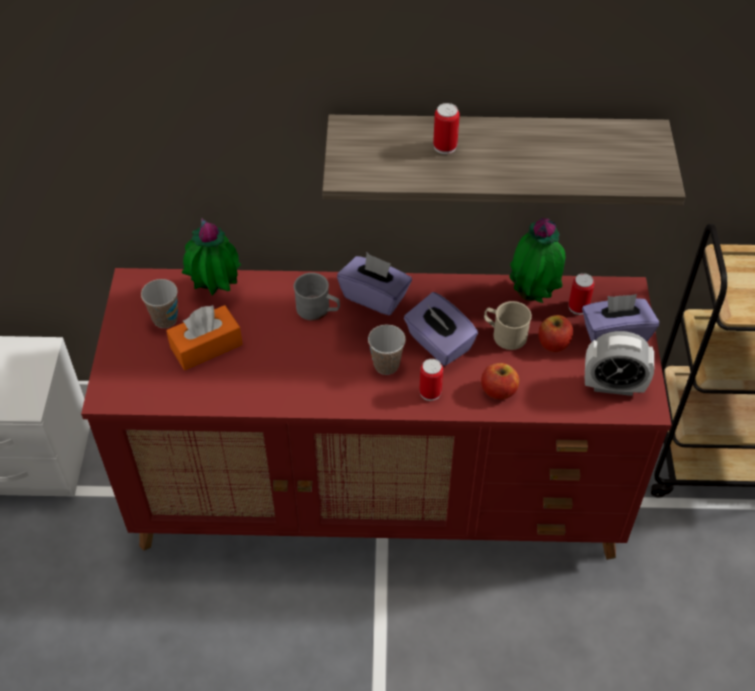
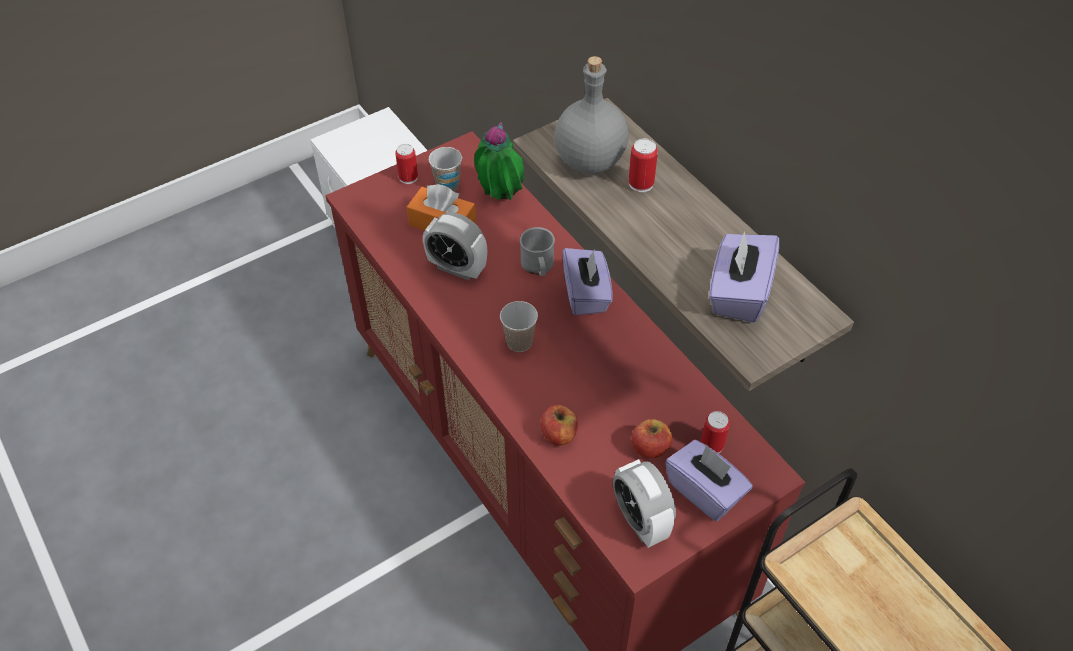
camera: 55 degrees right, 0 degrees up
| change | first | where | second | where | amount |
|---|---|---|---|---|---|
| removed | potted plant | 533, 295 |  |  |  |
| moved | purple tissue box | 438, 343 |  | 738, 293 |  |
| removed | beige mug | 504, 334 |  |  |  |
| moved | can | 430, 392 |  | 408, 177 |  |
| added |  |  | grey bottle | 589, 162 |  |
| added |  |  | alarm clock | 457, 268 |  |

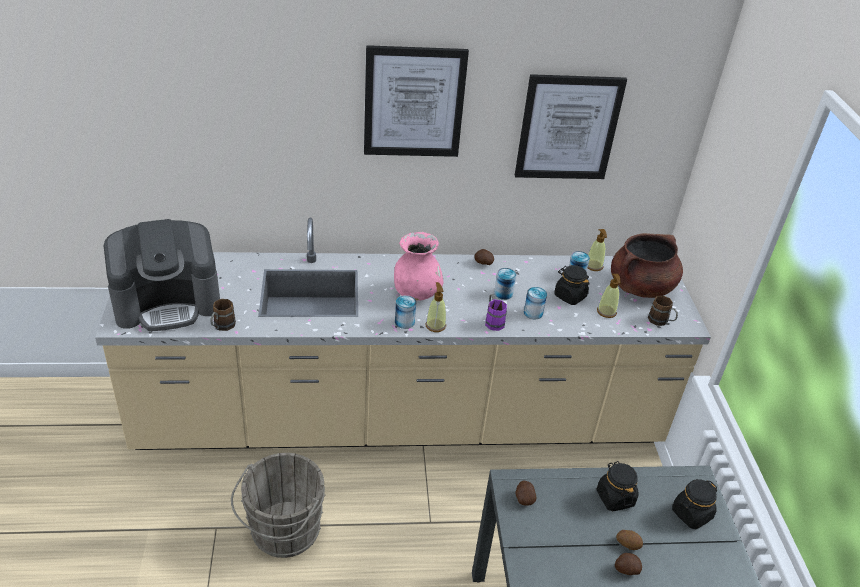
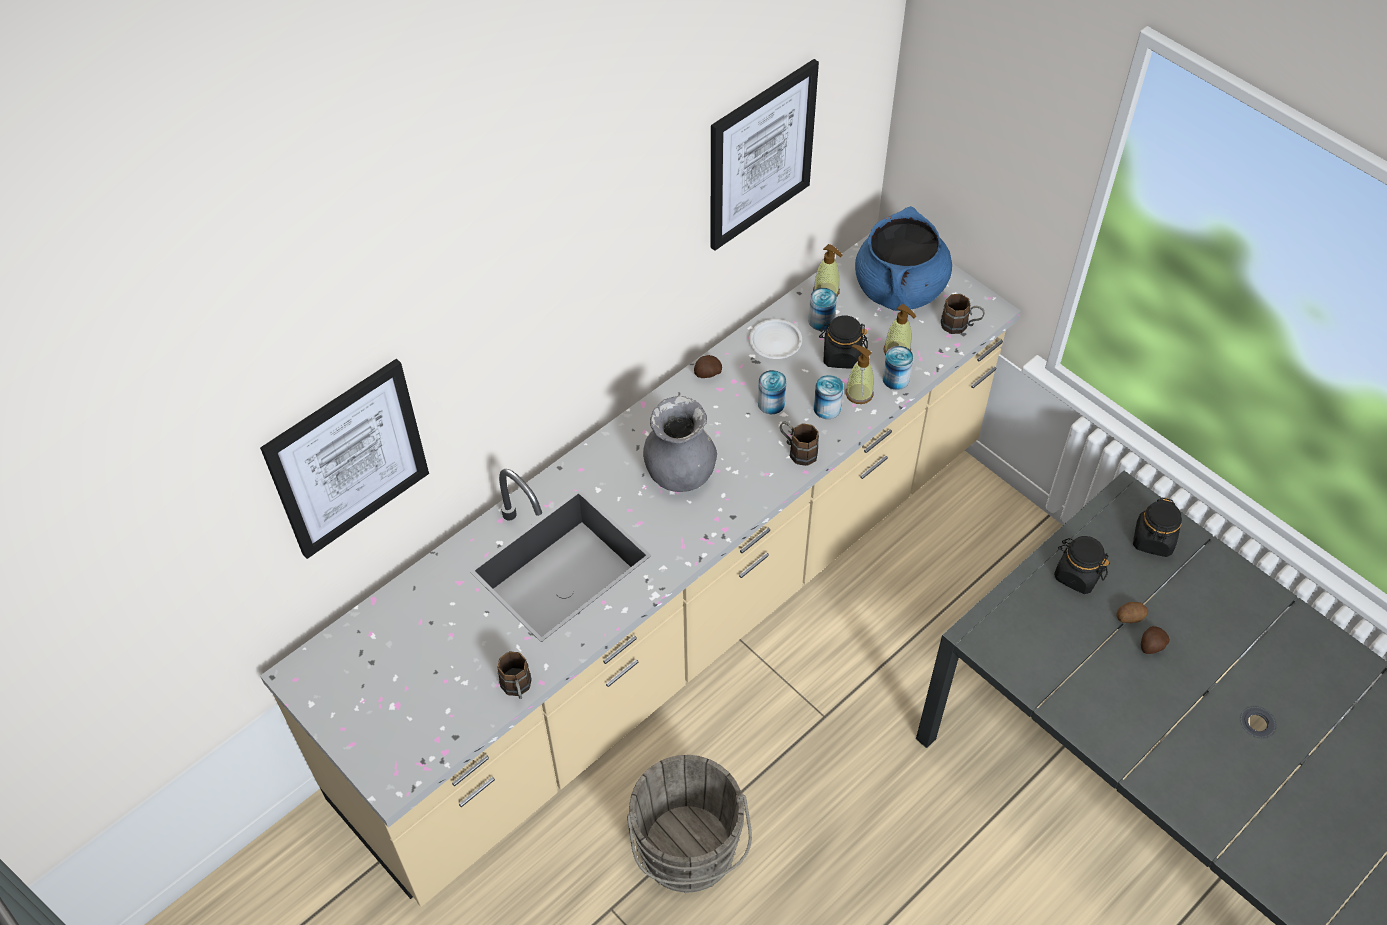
camera: 35 degrees left, 15 degrees up
| change | first | where | second | where | amount |
|---|---|---|---|---|---|
| moved | picture | 414, 102 |  | 348, 459 |  |
| removed | coffee machine | 168, 302 |  |  |  |
| recoloured | pink vase | 416, 293 | grey vase | 679, 473 |  |
| recoloured | brown cooking pot | 640, 287 | blue cooking pot | 900, 289 |  |
| moved | soap dispenser | 435, 325 |  | 859, 393 |  |
| recoloured | purple mug | 493, 320 | brown mug | 797, 451 |  |
| moved | can | 404, 322 |  | 895, 379 |  |
| removed | potato | 524, 498 |  |  |  |
| added |  |  | white plate | 775, 341 |  |

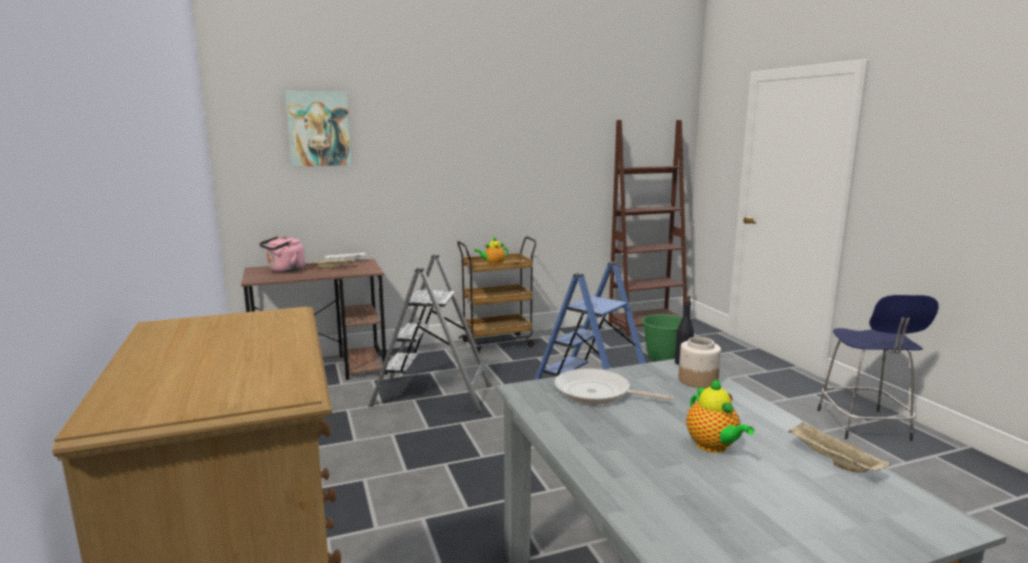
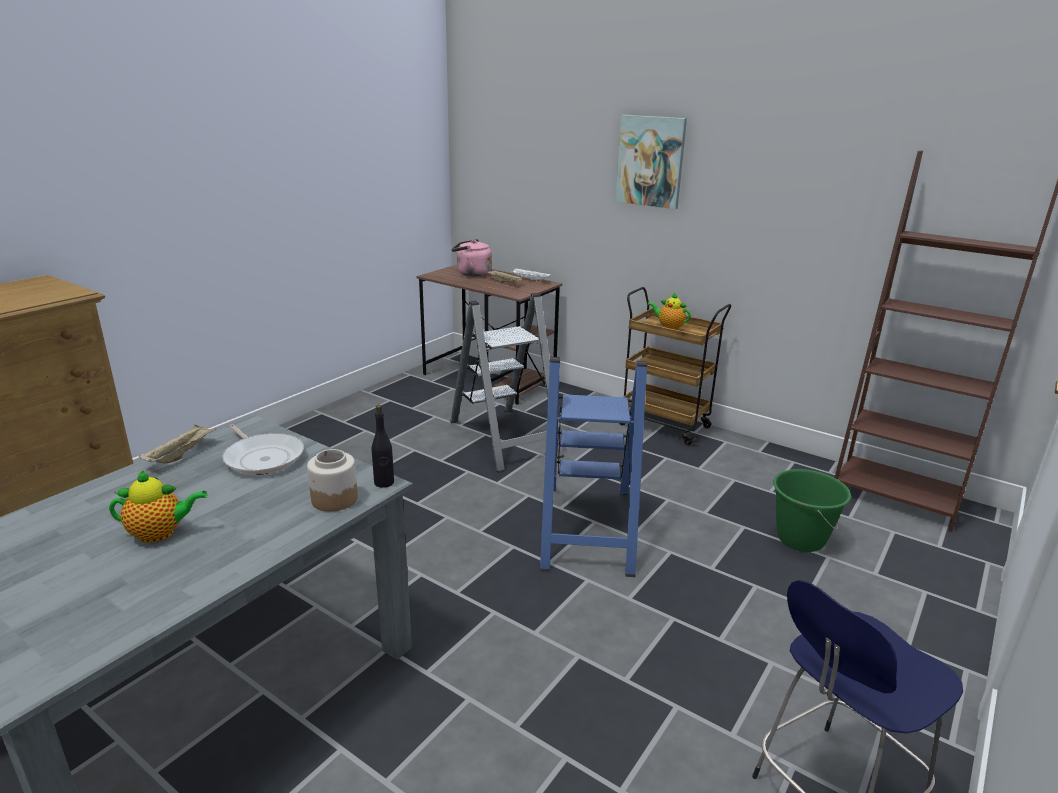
camera: 55 degrees right, 10 degrees up
| change | first | where | second | where | amount |
|---|---|---|---|---|---|
| moved | picture | 319, 129 |  | 650, 161 |  |
| turned | frying pan | 597, 393 |  | 263, 457 | 150 degrees clockwise |
| turned | teapot | 713, 447 |  | 161, 533 | 135 degrees counterclockwise |
| moved | beige tray | 832, 461 |  | 181, 454 |  |

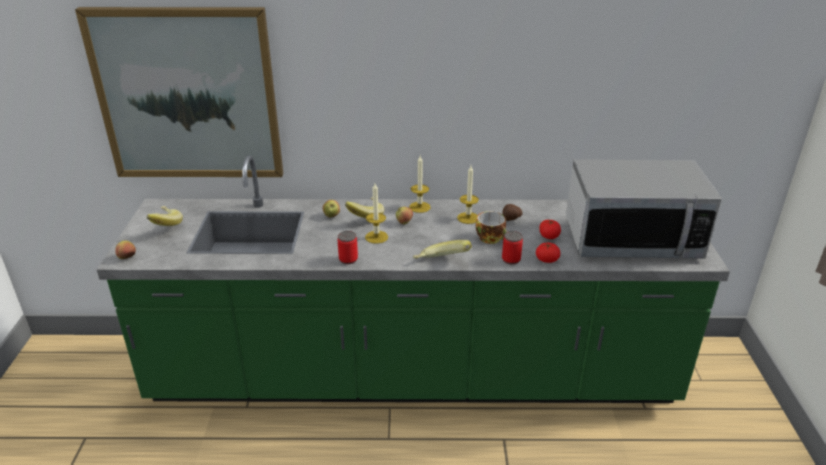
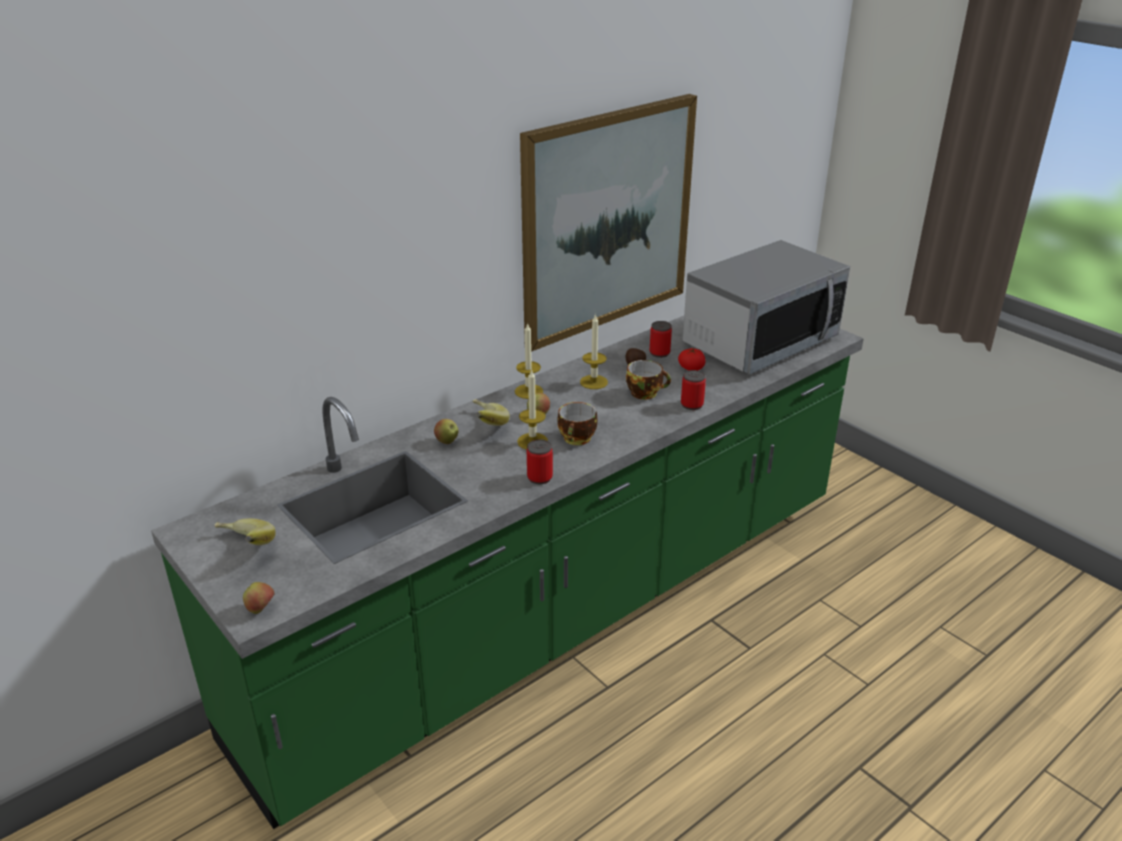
camera: 40 degrees left, 0 degrees up
| change | first | where | second | where | amount |
|---|---|---|---|---|---|
| moved | picture | 188, 95 |  | 607, 220 |  |
| removed | banana | 441, 263 |  |  |  |
| removed | tomato | 547, 259 |  |  |  |
| added |  |  | can | 659, 353 |  |
| added |  |  | cup | 577, 439 |  |

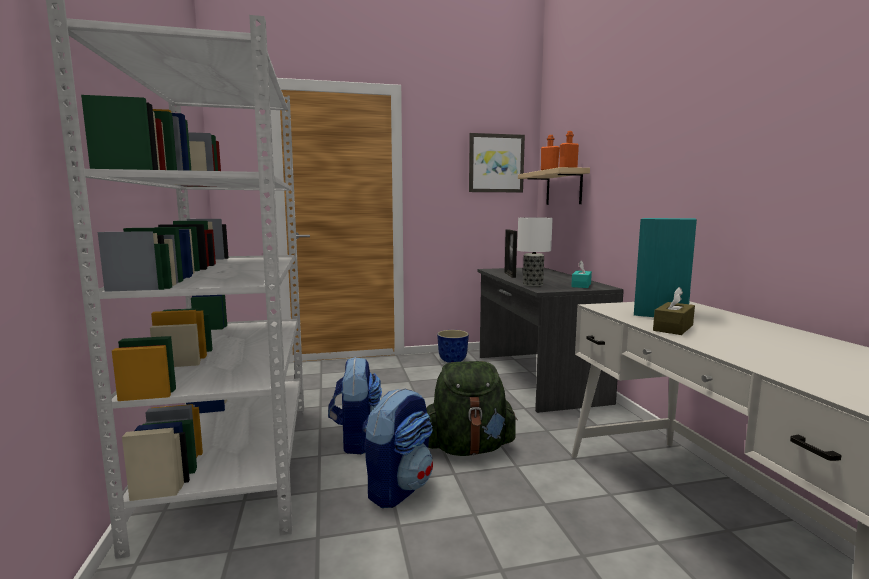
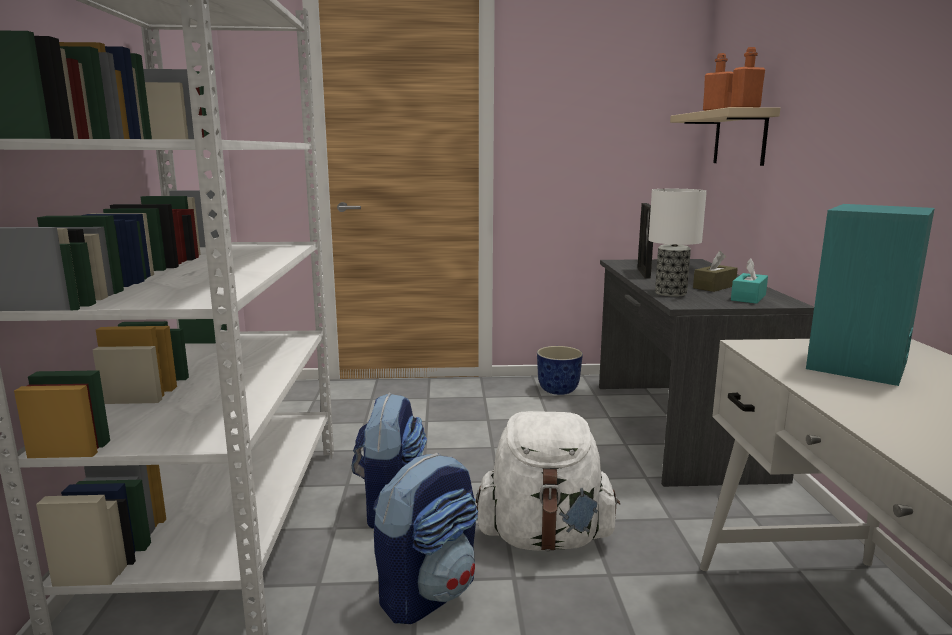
camera: 10 degrees right, 5 degrees up
| change | first | where | second | where | amount |
|---|---|---|---|---|---|
| removed | picture | 496, 163 |  |  |  |
| moved | brown tissue box | 673, 328 |  | 714, 287 |  |
| recoloured | green backpack | 468, 448 | white backpack | 545, 537 |  |

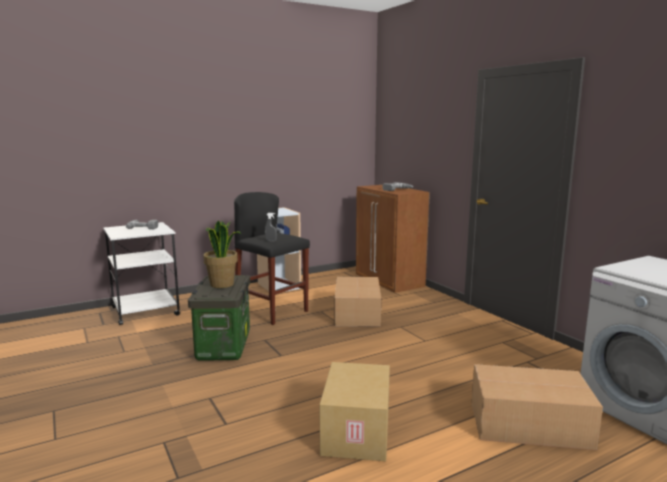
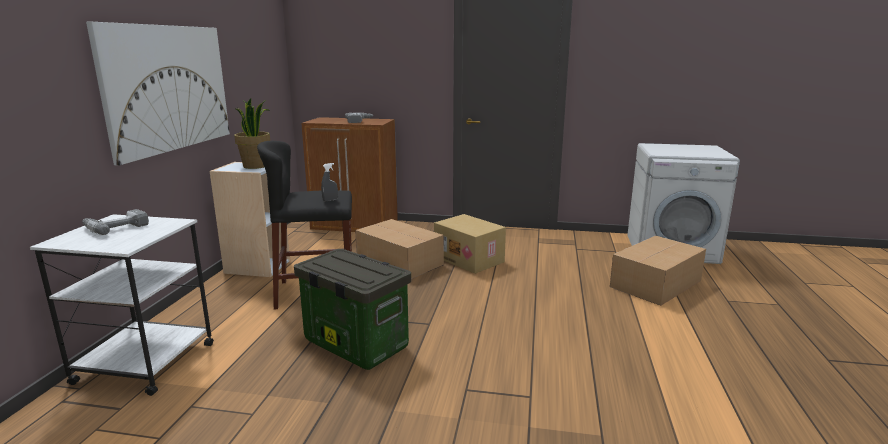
camera: 50 degrees left, 5 degrees up
| change | first | where | second | where | amount |
|---|---|---|---|---|---|
| moved | potted plant | 222, 284 |  | 256, 166 |  |
| moved | cardboard box | 358, 432 |  | 470, 259 |  |
| added |  |  | picture | 168, 88 |  |

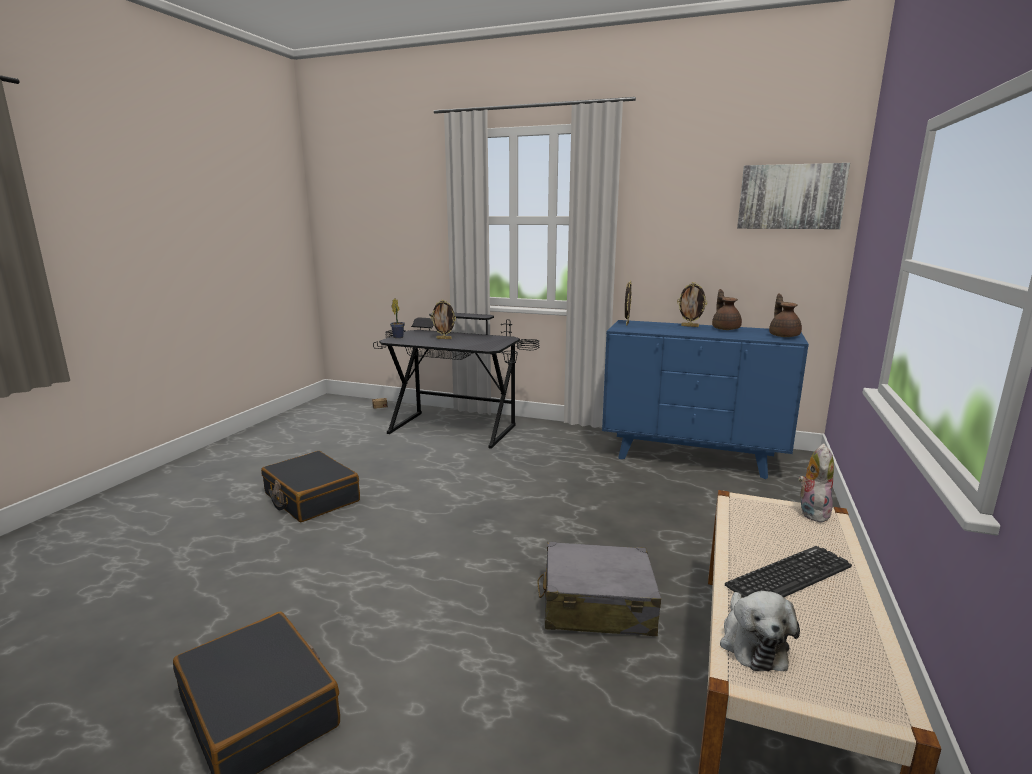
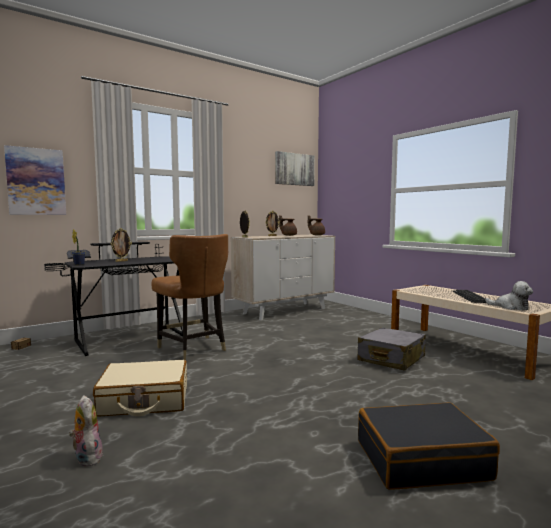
camera: 55 degrees left, 10 degrees down
| change | first | where | second | where | amount |
|---|---|---|---|---|---|
| recoloured | blue dresser | 691, 457 | white dresser | 284, 311 |  |
| moved | plush toy | 811, 512 |  | 86, 457 |  |
| recoloured | black suitcase | 311, 498 | beige suitcase | 144, 400 |  |
| added |  |  | picture | 36, 181 |  |
| added |  |  | brown chair | 193, 348 |  |

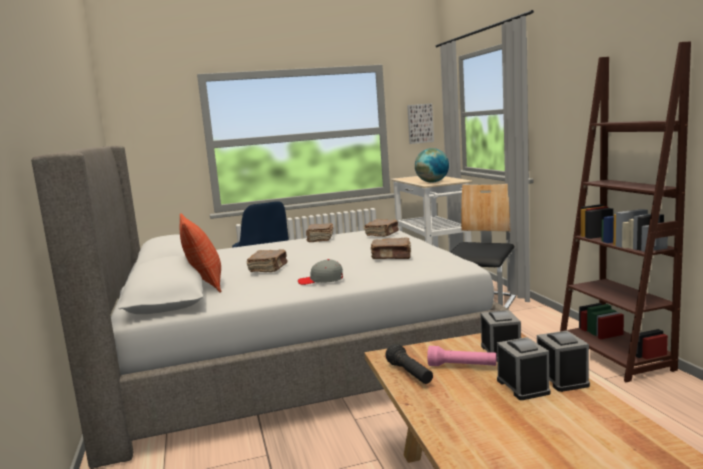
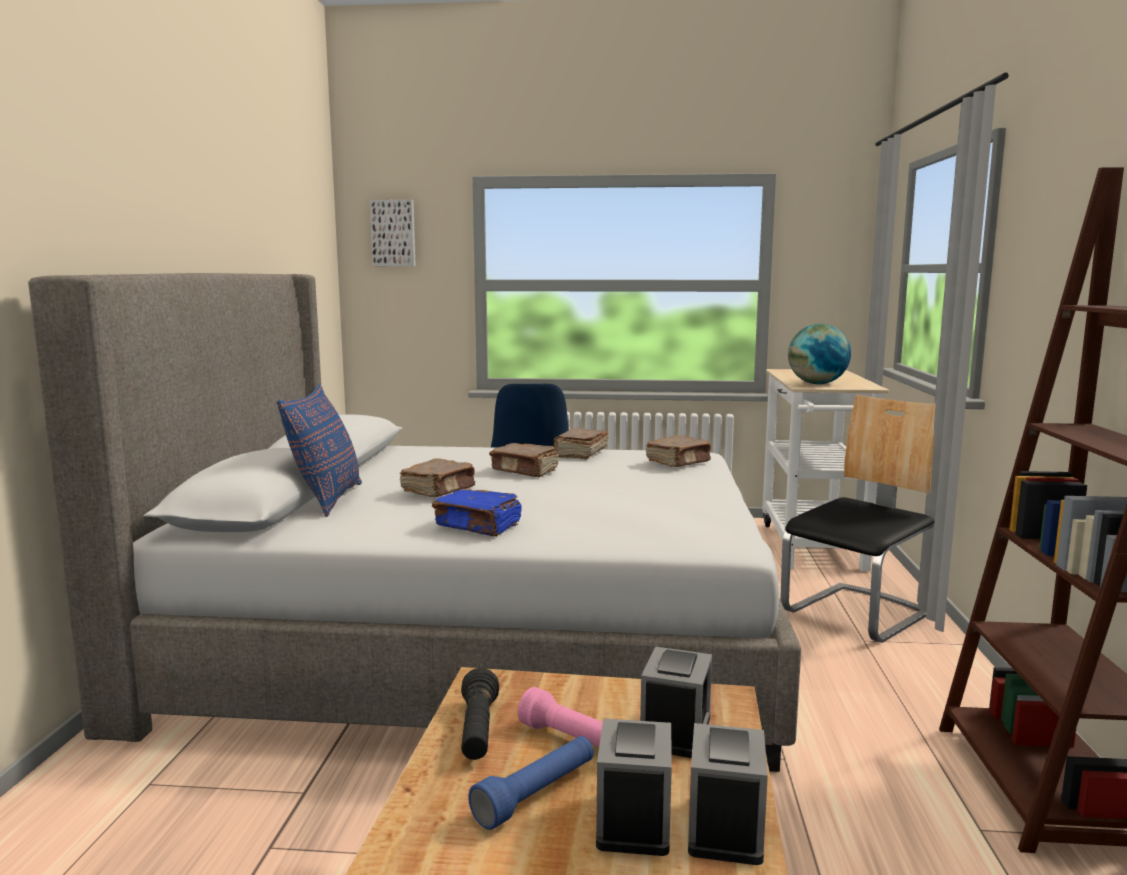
camera: 20 degrees right, 0 degrees up
| change | first | where | second | where | amount |
|---|---|---|---|---|---|
| moved | picture | 420, 123 |  | 393, 233 |  |
| recoloured | orange pillow | 205, 285 | blue pillow | 327, 500 |  |
| moved | brown book | 392, 257 |  | 525, 471 |  |
| replaced | grey cap | 321, 280 | blue book | 478, 526 |  |
| added |  |  | blue flashlight | 536, 795 |  |

